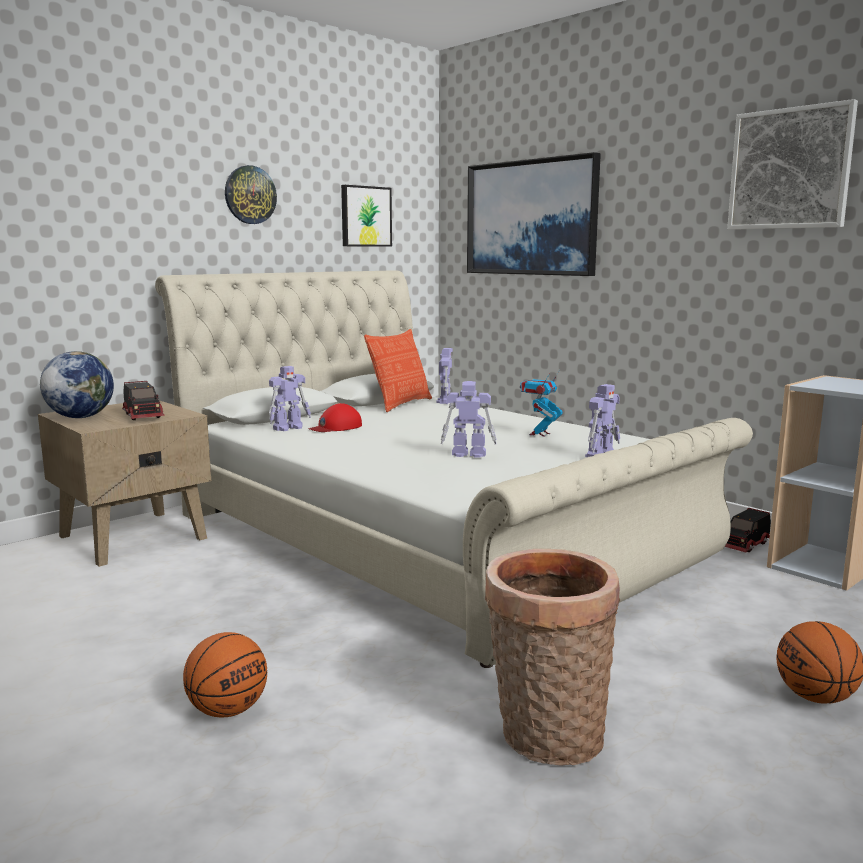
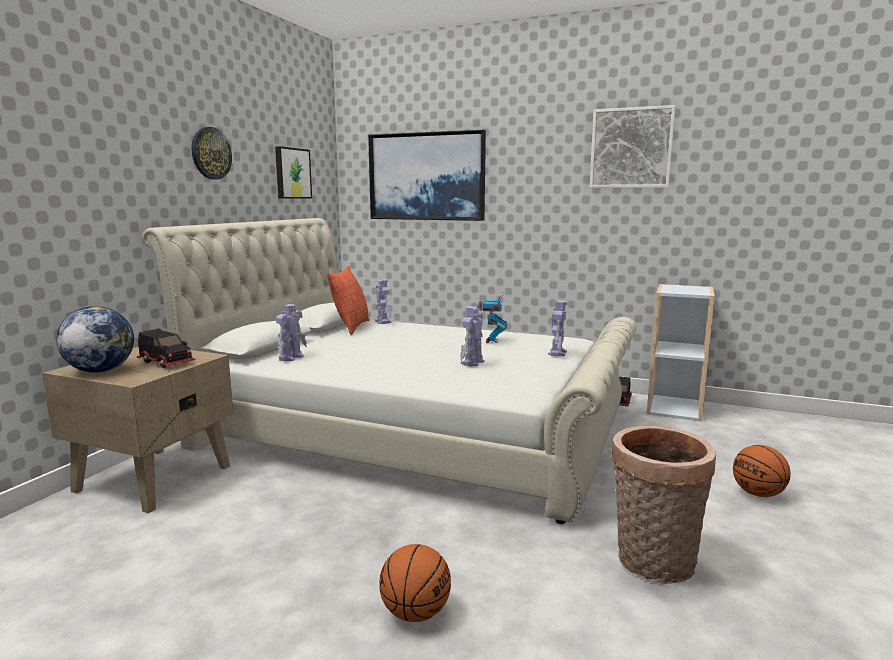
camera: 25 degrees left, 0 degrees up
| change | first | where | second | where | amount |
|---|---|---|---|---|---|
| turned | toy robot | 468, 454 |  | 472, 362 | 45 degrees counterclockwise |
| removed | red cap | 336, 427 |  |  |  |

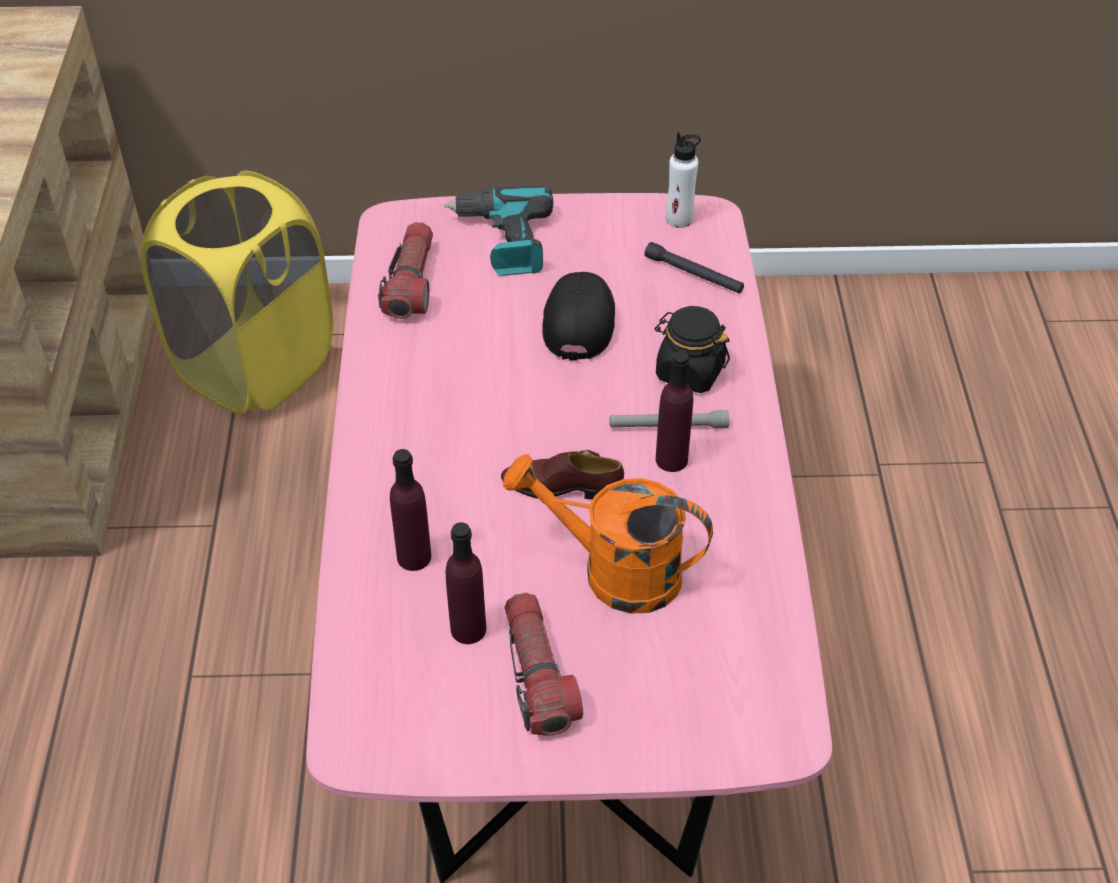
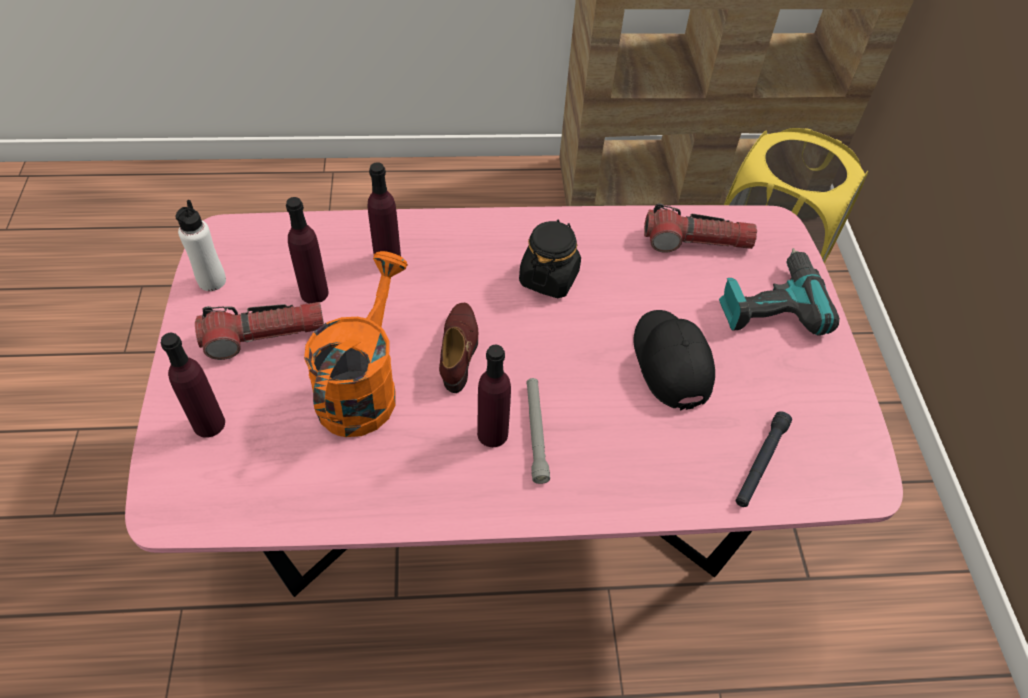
camera: 85 degrees right, 5 degrees up
| change | first | where | second | where | amount |
|---|---|---|---|---|---|
| moved | white bottle | 679, 219 |  | 212, 281 |  |
| turned | black cap | 579, 320 |  | 670, 362 | 105 degrees counterclockwise |
| moved | black jar | 689, 371 |  | 549, 278 |  |
| added |  |  | purple bottle | 209, 424 |  |

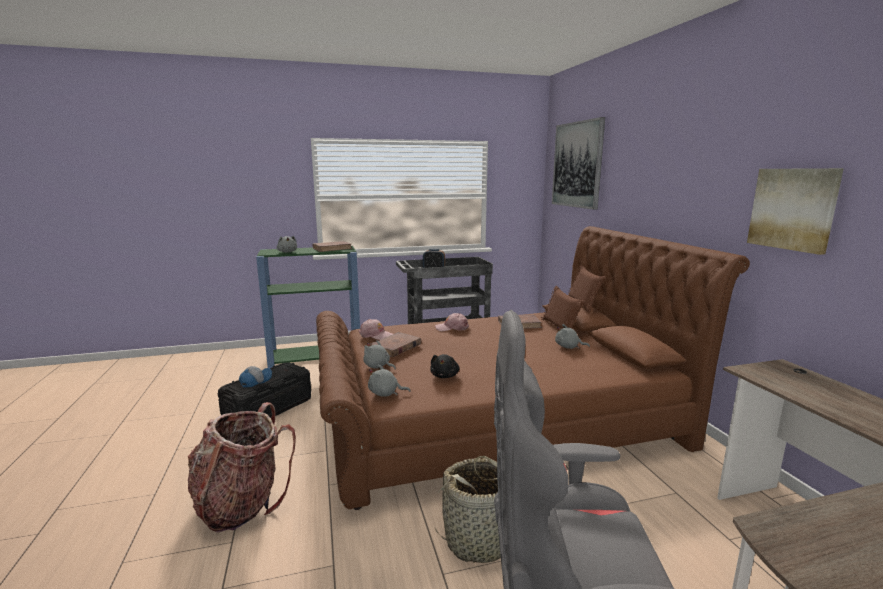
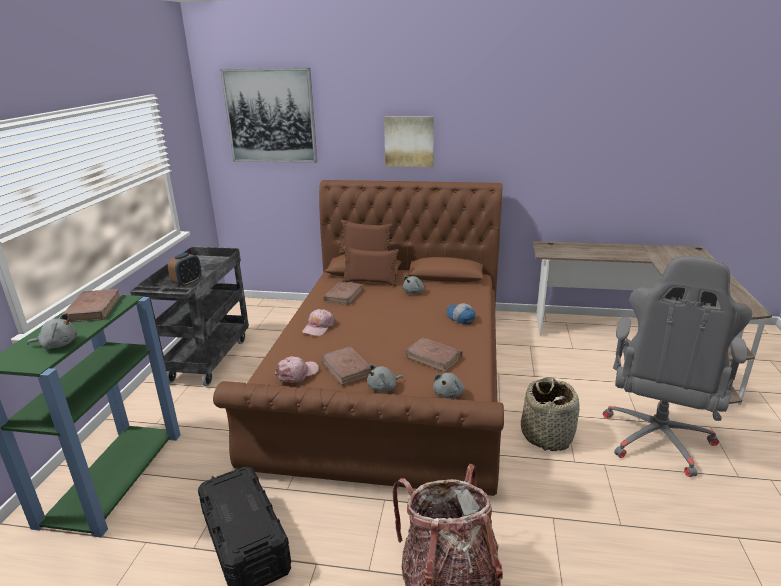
camera: 65 degrees left, 10 degrees up
| change | first | where | second | where | amount |
|---|---|---|---|---|---|
| moved | picture | 793, 209 |  | 409, 141 |  |
| replaced | black plush toy | 445, 376 | brown book | 433, 357 |  |
| moved | cap | 255, 381 |  | 460, 318 |  |

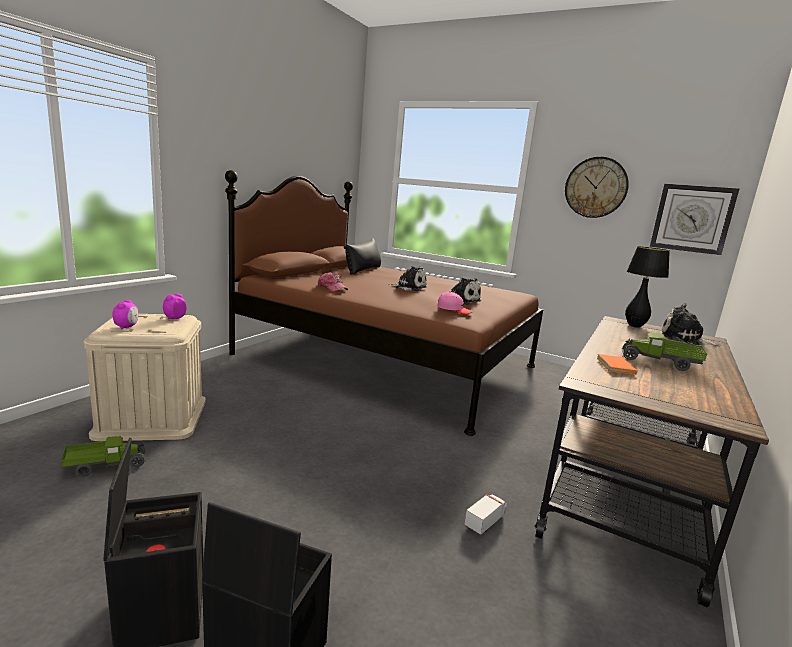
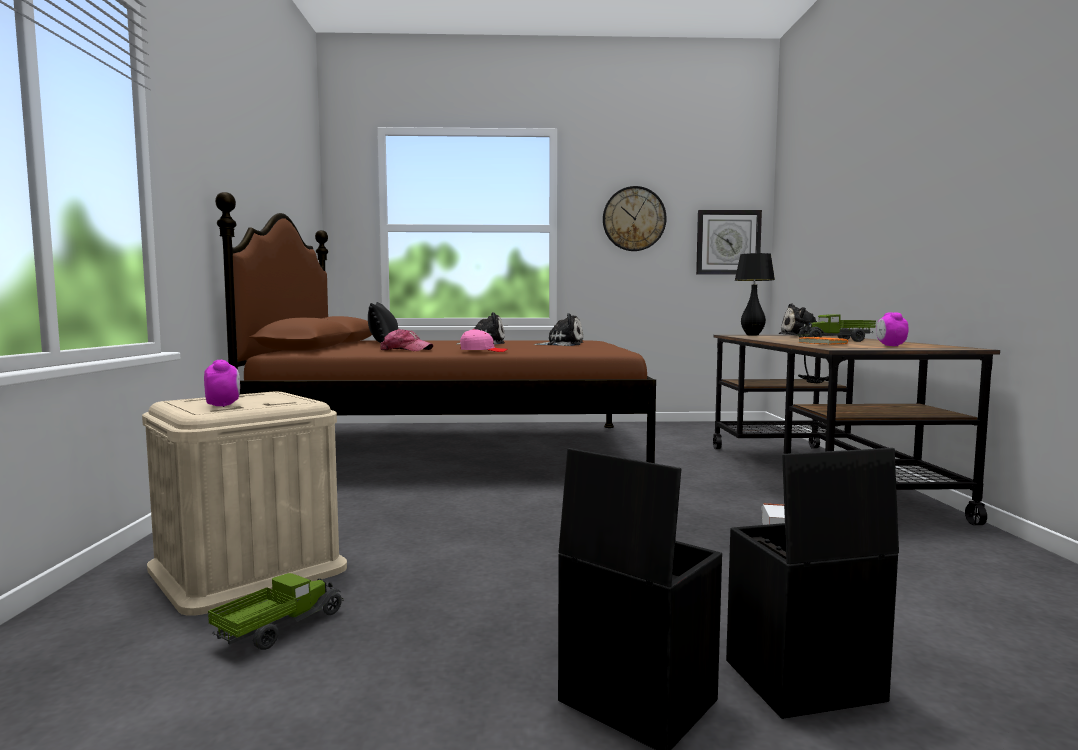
camera: 30 degrees left, 10 degrees down
| change | first | where | second | where | amount |
|---|---|---|---|---|---|
| moved | pink cap | 454, 309 |  | 483, 351 |  |
| moved | alarm clock | 175, 318 |  | 890, 346 |  |

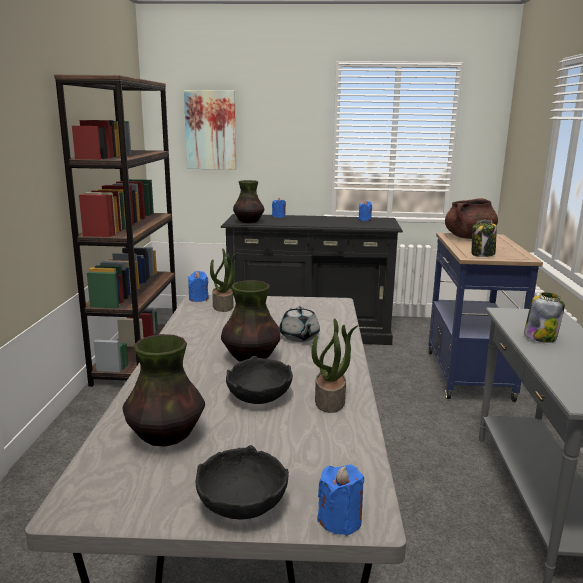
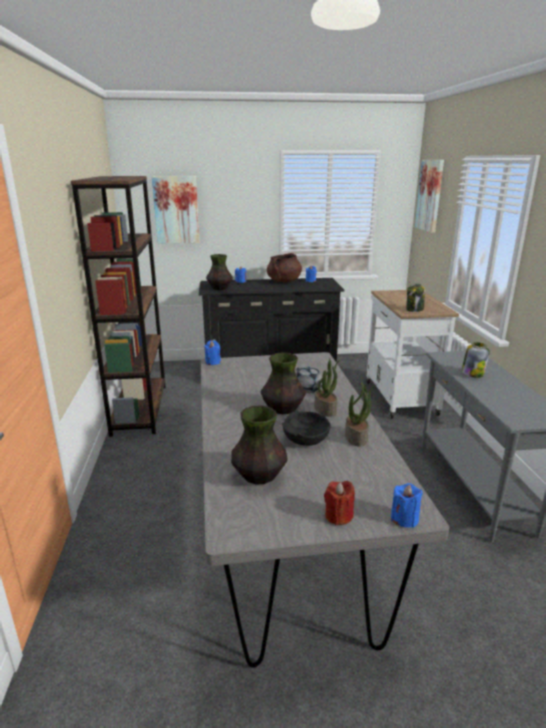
camera: 10 degrees left, 5 degrees up
| change | first | where | second | where | amount |
|---|---|---|---|---|---|
| moved | brown cooking pot | 469, 237 |  | 284, 281 |  |
| recoloured | blue cart | 467, 374 | white cart | 399, 397 |  |
| moved | potted plant | 223, 306 |  | 326, 409 |  |
| replaced | black bowl | 243, 503 | red candle | 338, 516 |  |
| added |  |  | picture | 430, 195 |  |

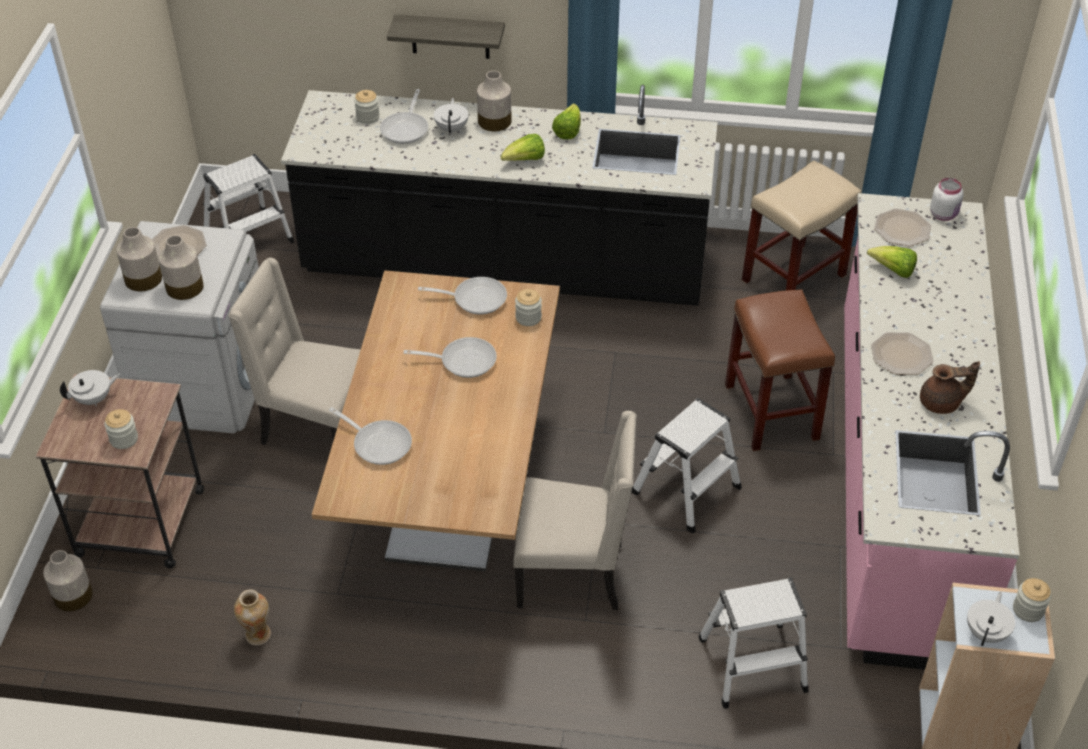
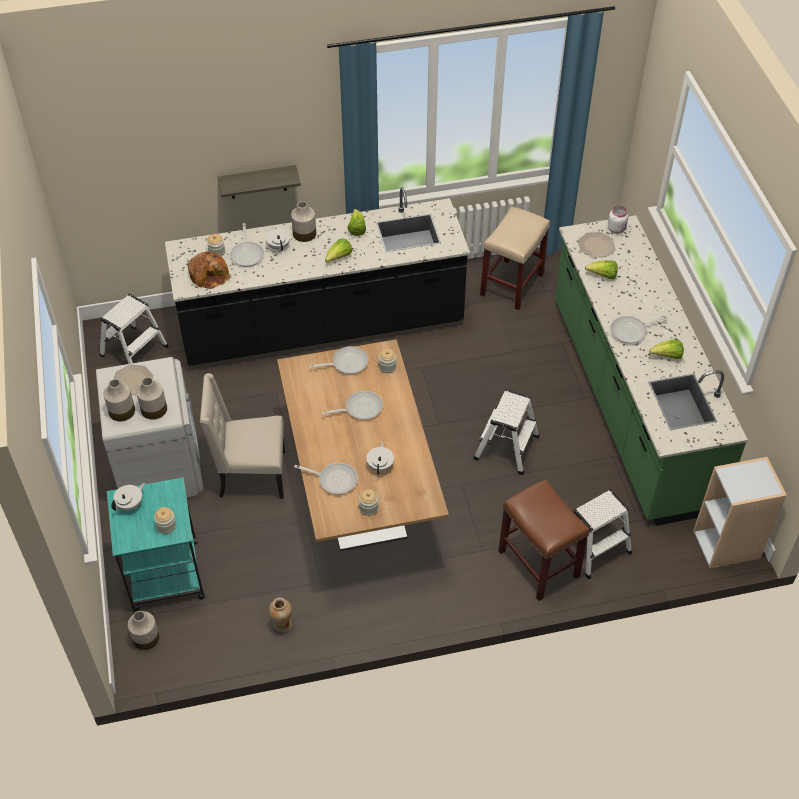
camera: 20 degrees left, 5 degrees up
| change | first | where | second | where | amount |
|---|---|---|---|---|---|
| recoloured | pink counter | 897, 479 | green counter | 629, 403 |  |
| moved | brown stool | 772, 412 |  | 539, 564 |  |
| replaced | plate | 902, 355 | frying pan | 631, 331 |  |
| replaced | brown teapot | 941, 403 | lettuce | 667, 356 |  |
| recoloured | brown cart | 141, 521 | turquoise cart | 165, 574 |  |
| removed | beige chair | 573, 573 |  |  |  |
| moved | jar | 1028, 609 |  | 368, 508 |  |
| moved | white teapot | 987, 632 |  | 380, 466 |  |
| added |  |  | bread | 209, 275 |  |

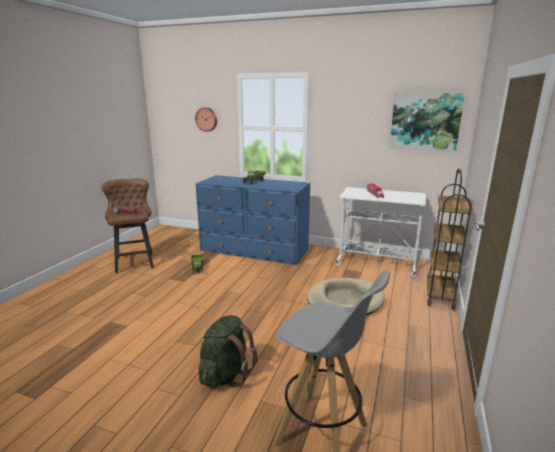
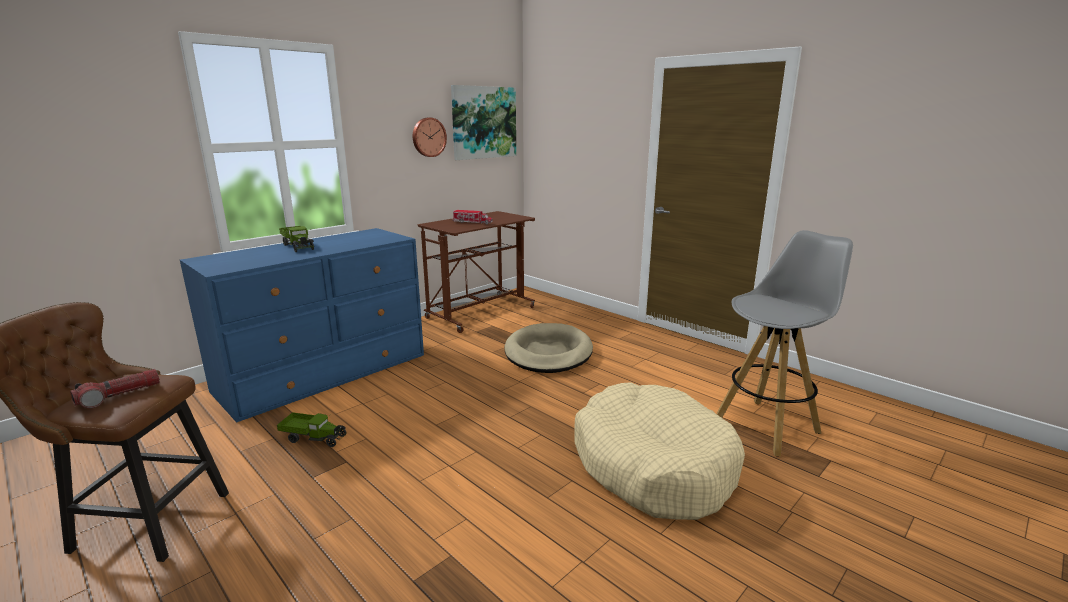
camera: 65 degrees left, 0 degrees up
| change | first | where | second | where | amount |
|---|---|---|---|---|---|
| moved | wall clock | 206, 119 |  | 428, 137 |  |
| removed | brown cart | 440, 296 |  |  |  |
| recoloured | white desk | 376, 262 | brown desk | 481, 312 |  |
| replaced | green backpack | 226, 374 | beige dog bed | 652, 465 |  |

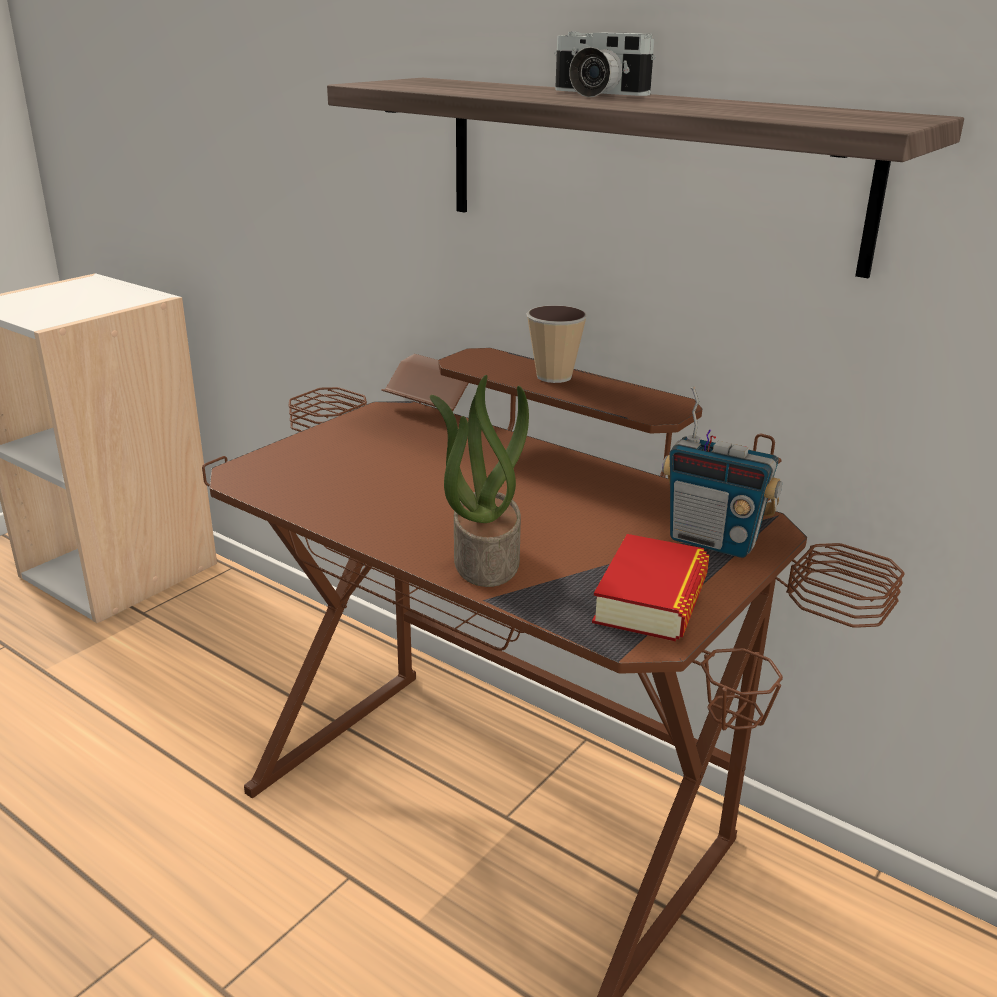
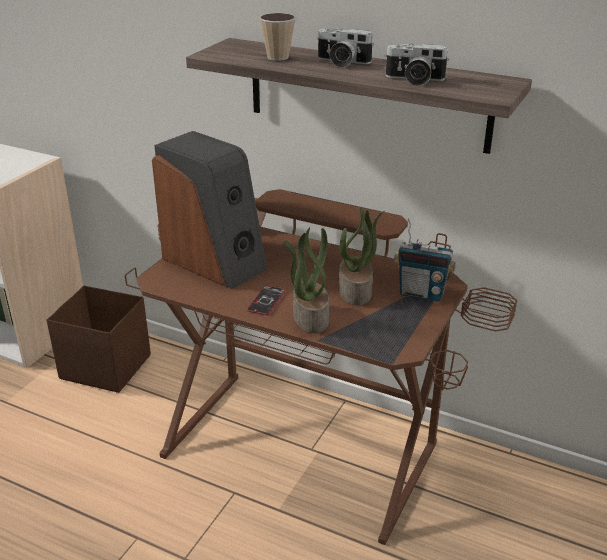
camera: 10 degrees left, 5 degrees up
| change | first | where | second | where | amount |
|---|---|---|---|---|---|
| moved | cup | 554, 376 |  | 278, 57 |  |
| removed | book | 651, 599 |  |  |  |
| added |  |  | photo camera | 414, 80 |  |
| added |  |  | speaker | 215, 262 |  |
| added |  |  | potted plant | 356, 291 |  |
| added |  |  | brown storage box | 105, 366 |  |
| added |  |  | phone | 266, 301 |  |

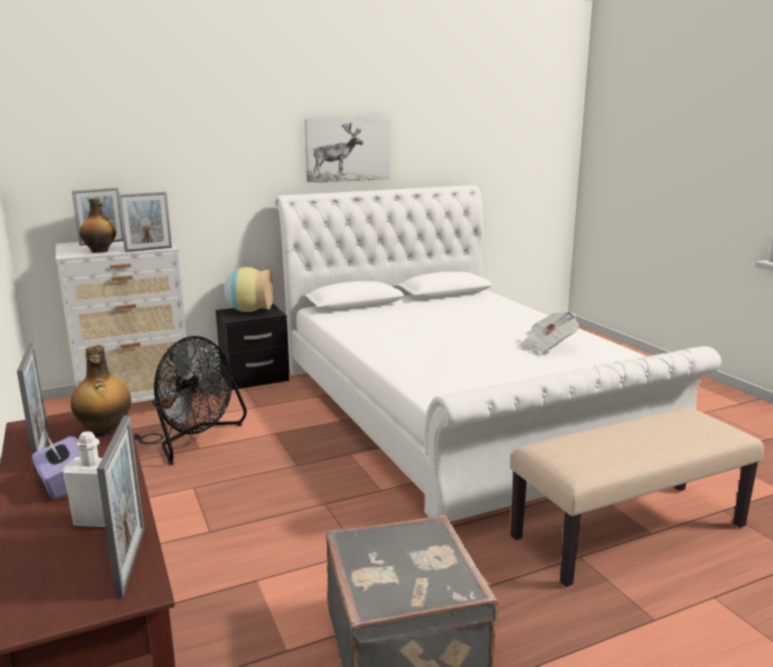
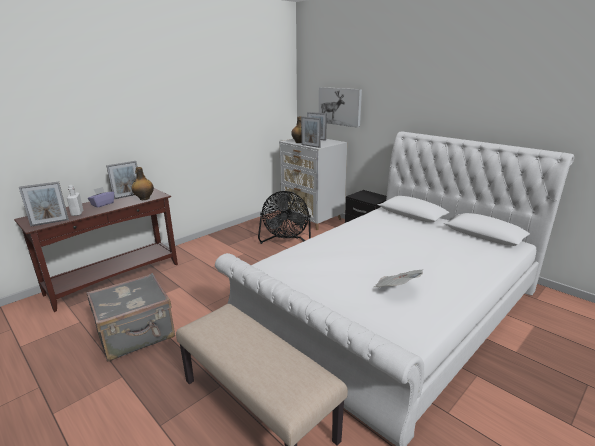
camera: 70 degrees right, 5 degrees up
| change | first | where | second | where | amount |
|---|---|---|---|---|---|
| moved | picture | 347, 150 |  | 340, 106 |  |
| removed | vase | 249, 310 |  |  |  |

